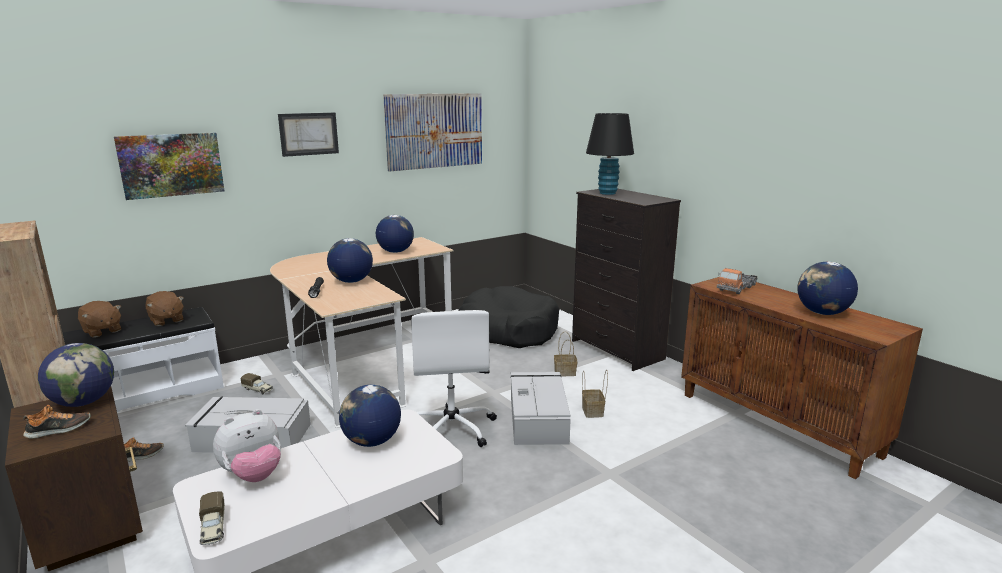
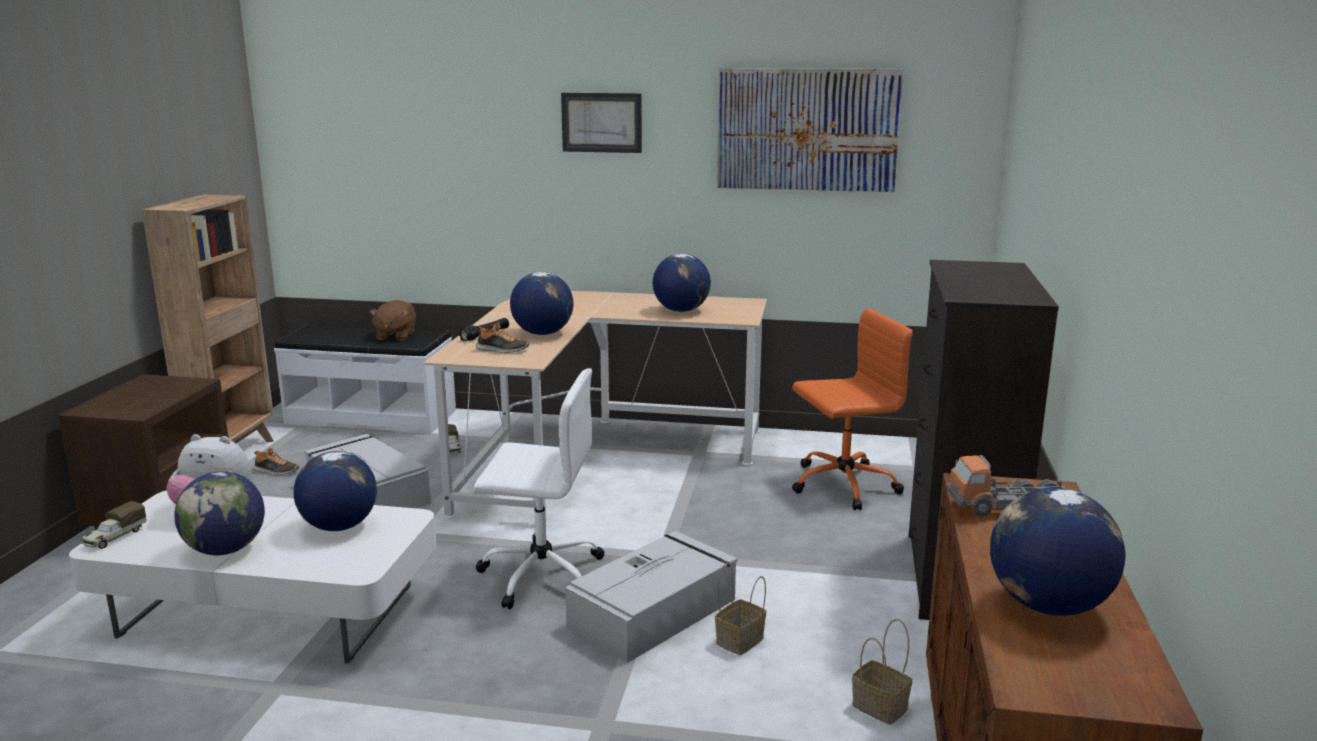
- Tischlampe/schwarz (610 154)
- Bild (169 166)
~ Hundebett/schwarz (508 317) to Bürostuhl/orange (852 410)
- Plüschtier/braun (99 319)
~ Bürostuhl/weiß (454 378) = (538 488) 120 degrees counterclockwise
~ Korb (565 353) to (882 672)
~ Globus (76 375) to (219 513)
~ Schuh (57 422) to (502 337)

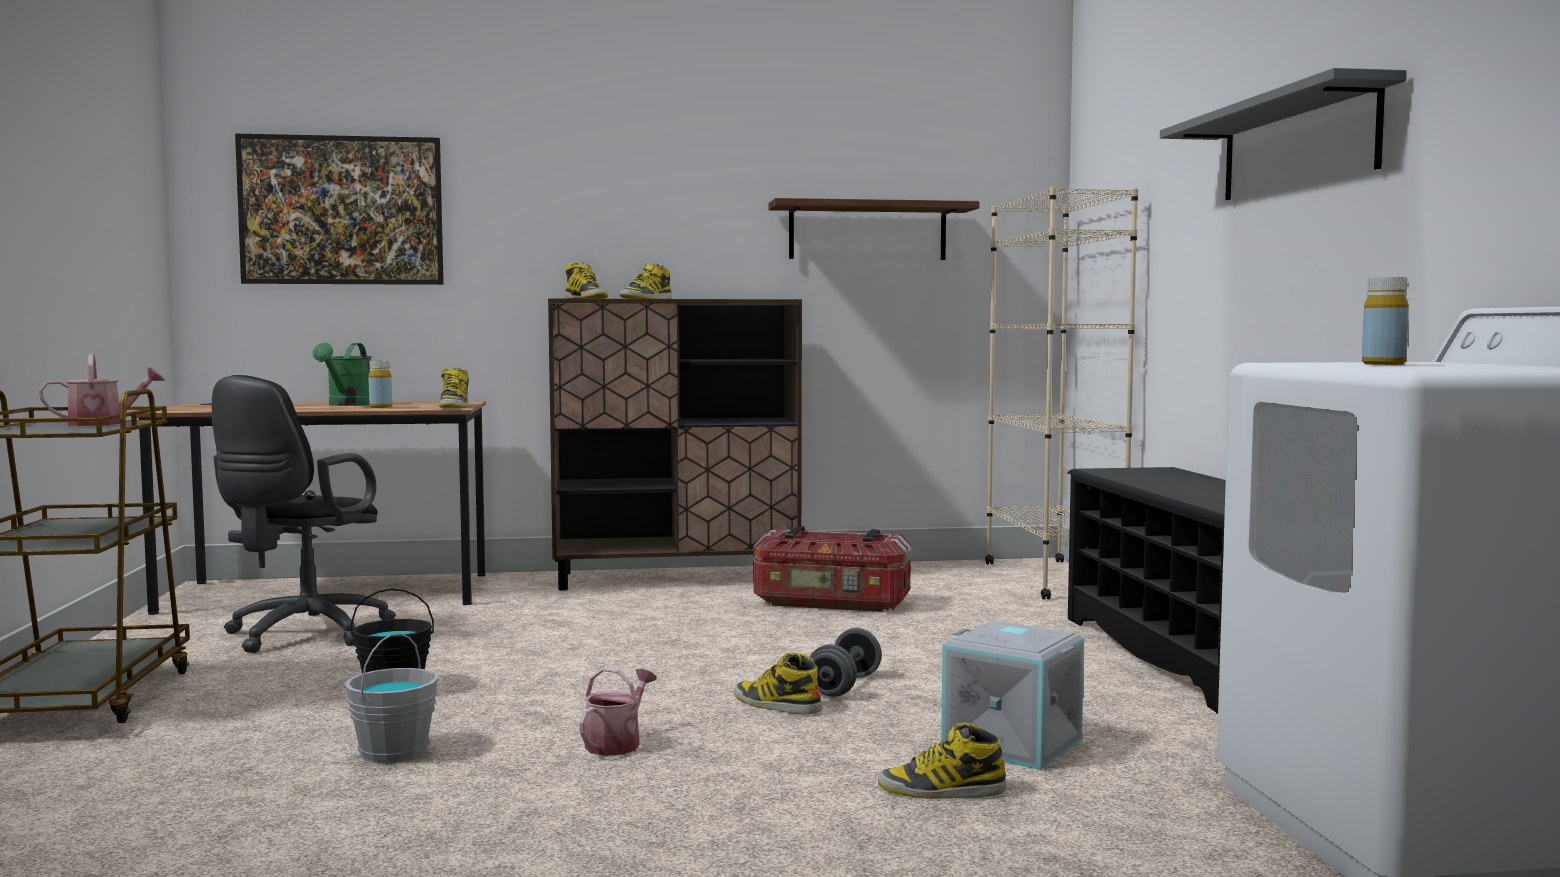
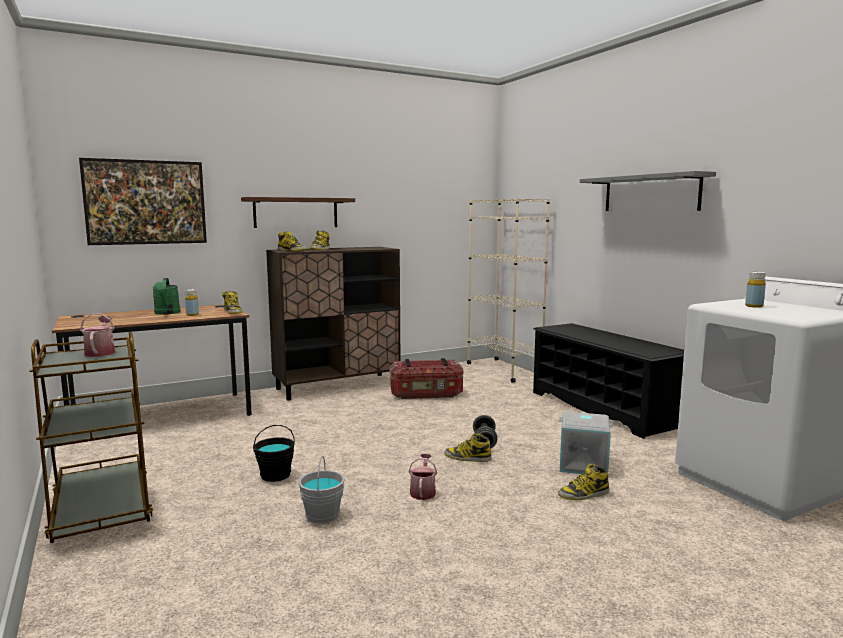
~ Wandregal (874 229) to (298 212)
~ Gießkanne (102 390) = (97 335) 60 degrees counterclockwise
- Bürostuhl/schwarz (304 514)

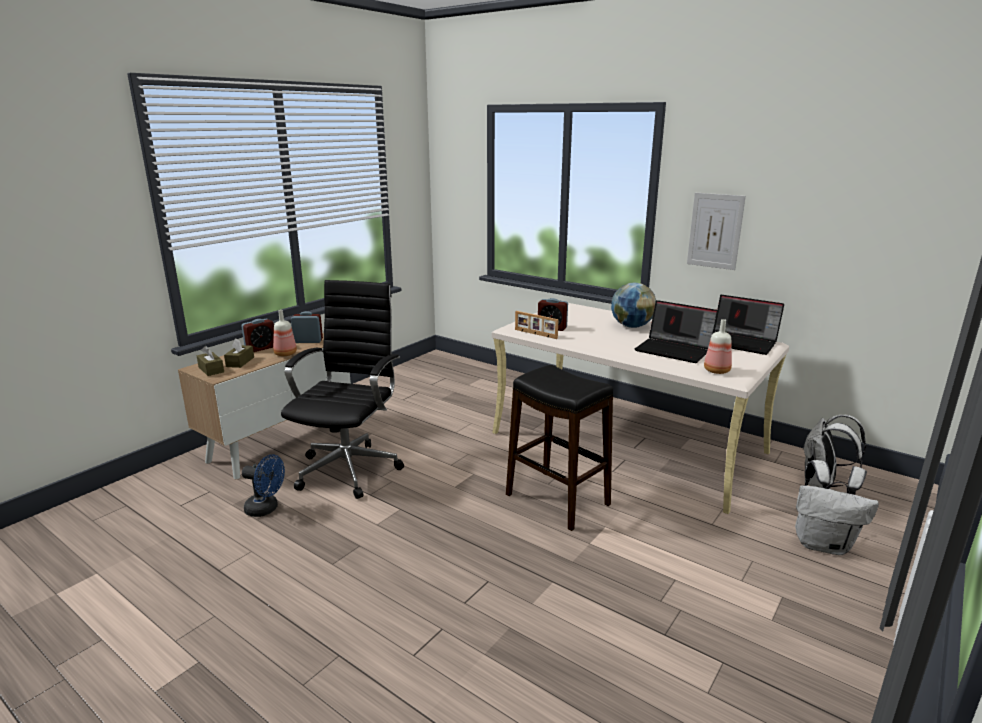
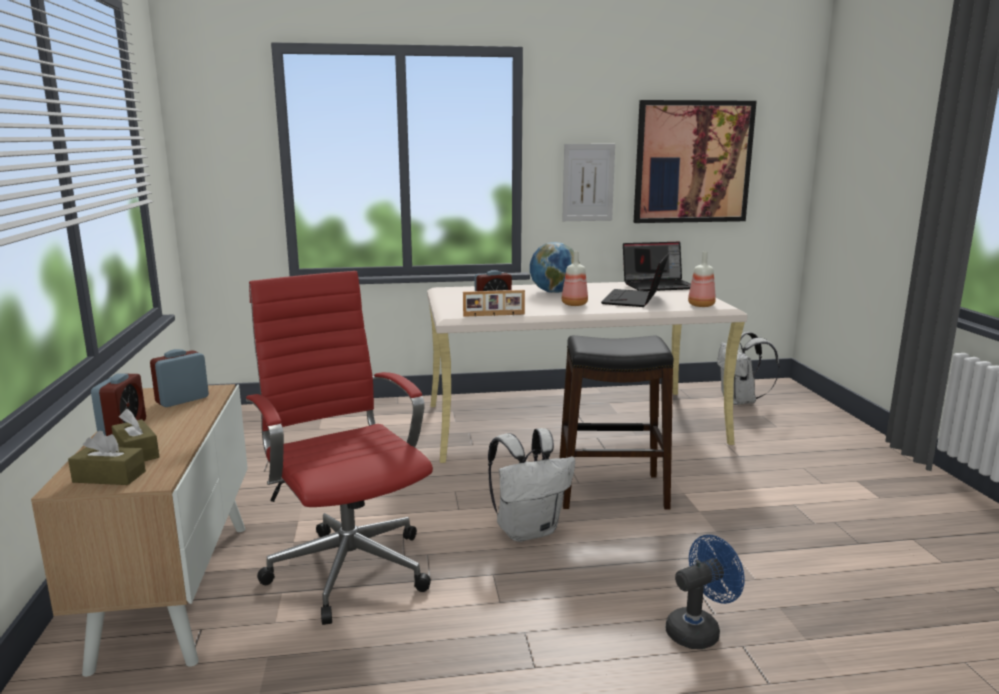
~ Bürostuhl/schwarz (342 389) to Bürostuhl/rot (339 448)
~ Laptop (676 331) = (635 280) 120 degrees clockwise
~ Flasche (285 333) to (575 278)
~ Ventilator/blau (263 486) to (705 592)
~ Rucksack/weiß (837 507) to (531 485)
+ Bild (695 161)

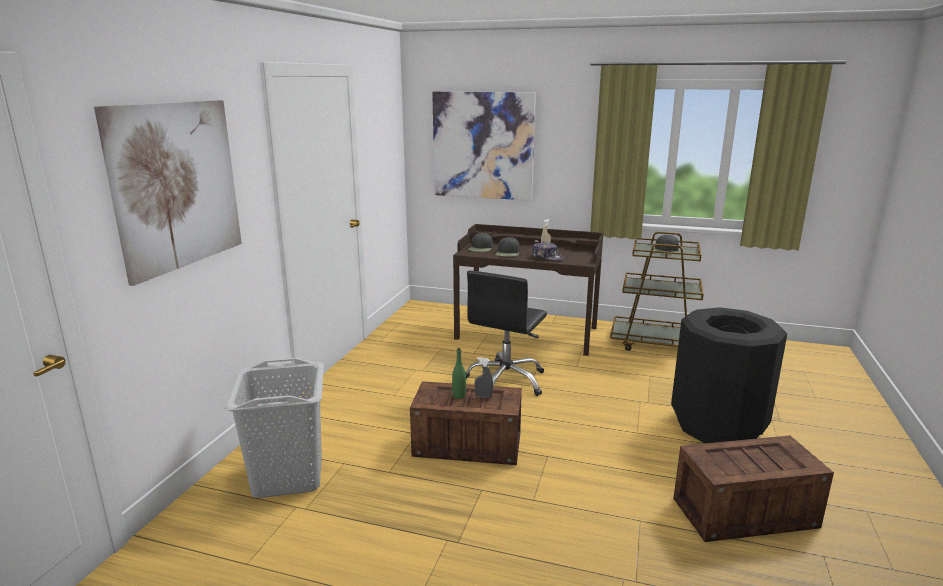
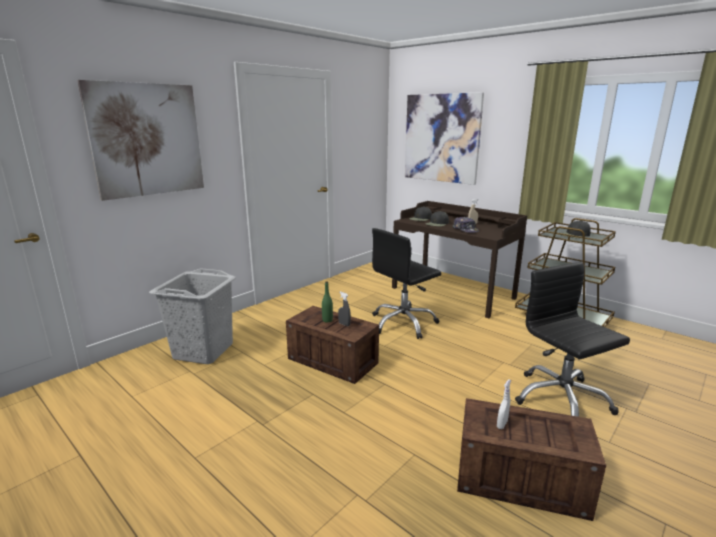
~ Mülleimer/schwarz (729 375) to Bürostuhl/schwarz (572 339)
+ Sprühflasche/weiß (504 404)

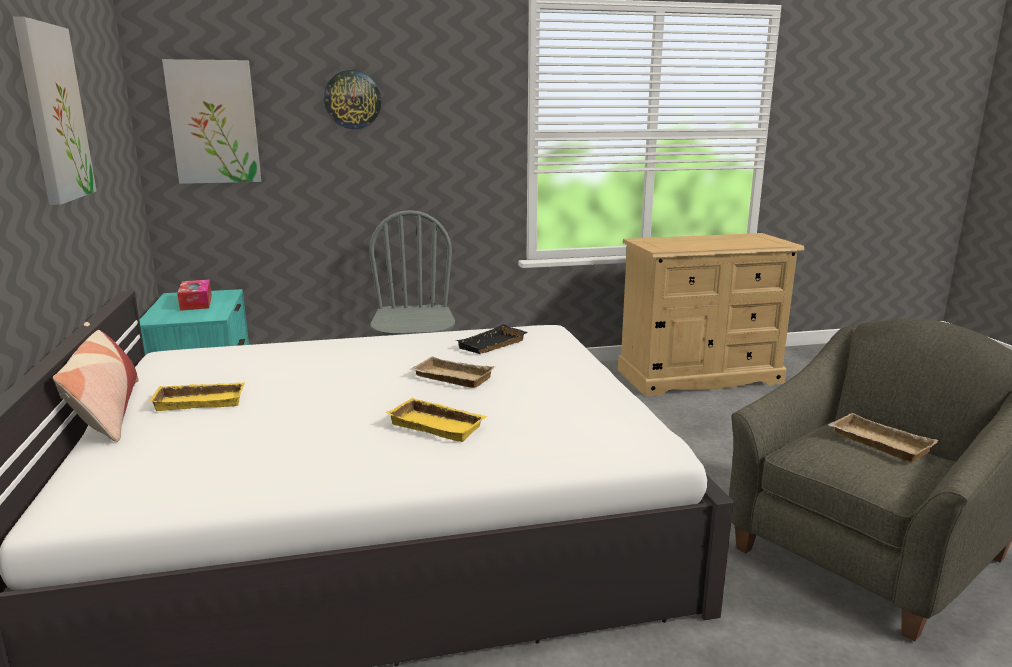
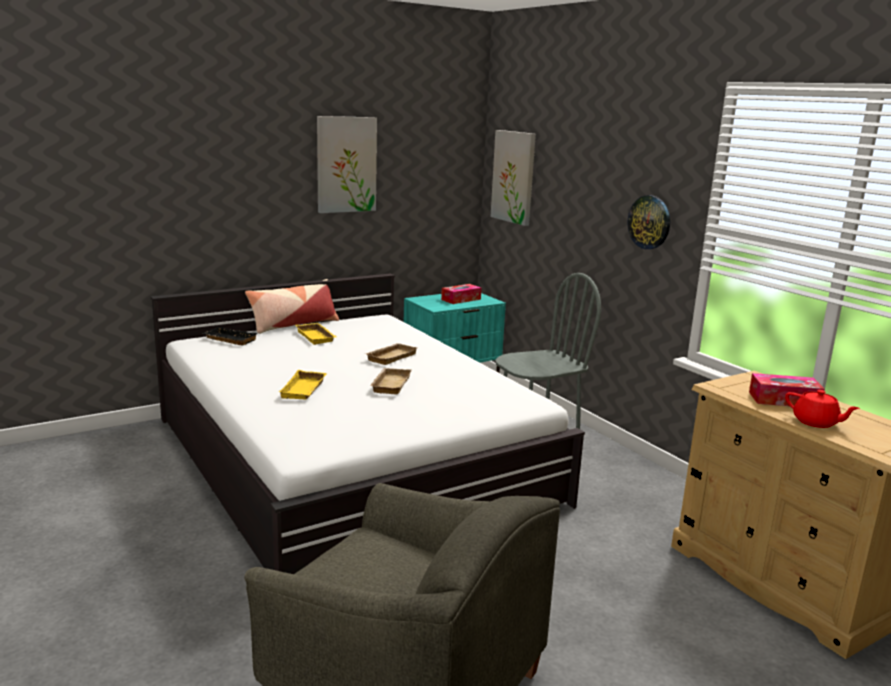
~ Wanduhr (352 99) to (649 222)
~ Tablett/schwarz (491 339) to (230 336)
~ Tablett/beige (883 437) to (392 354)
+ Taschentuchbox (787 389)
+ Teekanne/rot (822 409)

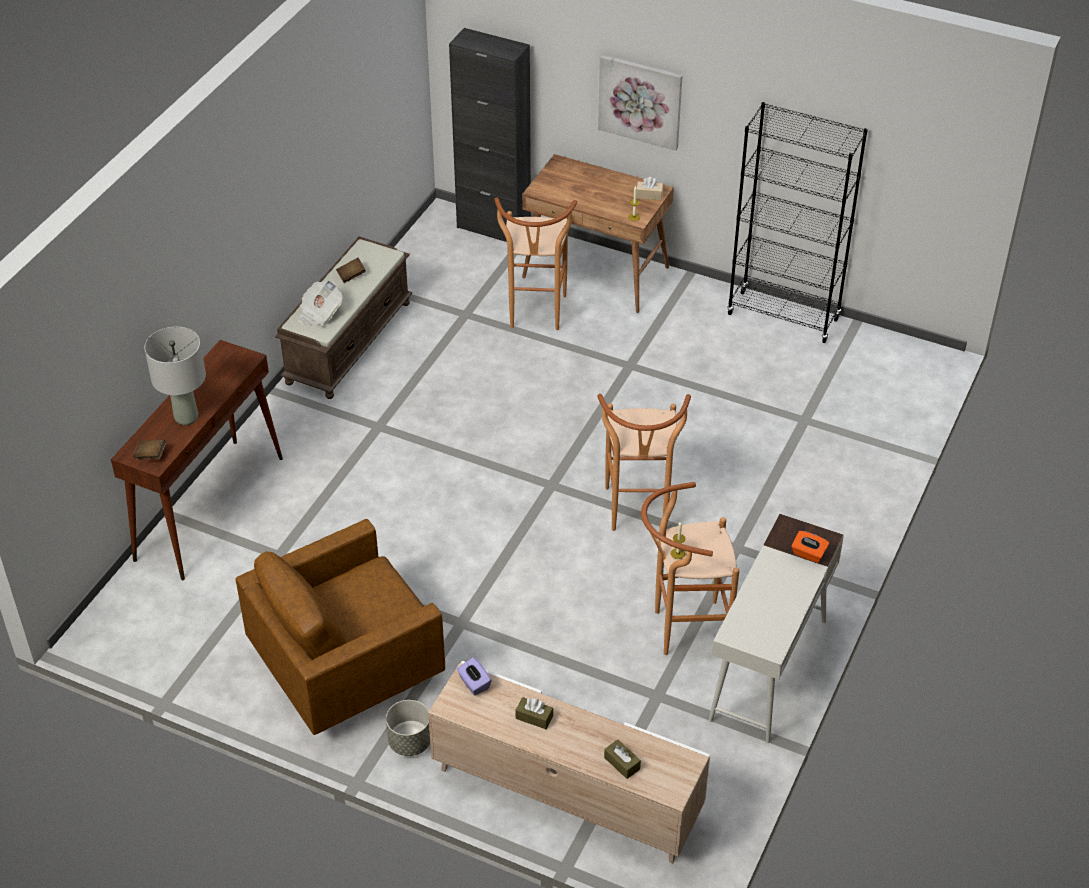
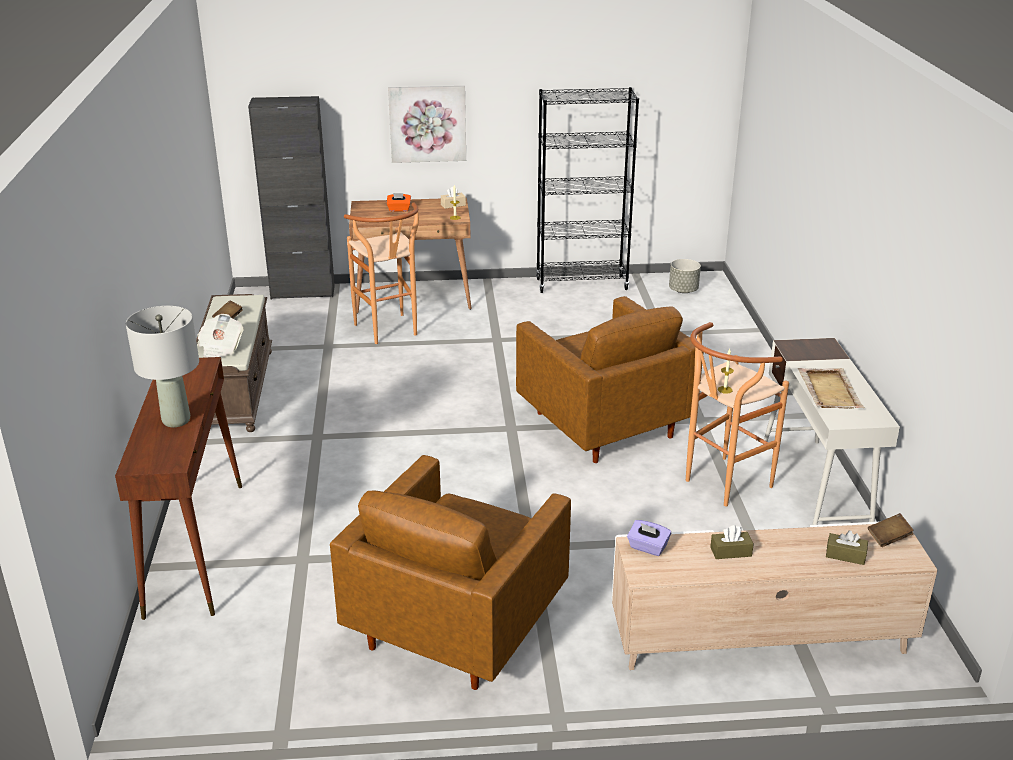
~ Hocker/braun (644 462) to Sessel/braun (609 379)
~ Buch/braun (149 450) to (891 530)
~ Taschentuchbox/orange (811 547) to (399 202)
~ Pflanzkübel/grau (408 728) to (685 276)
+ Tablett/beige (831 388)

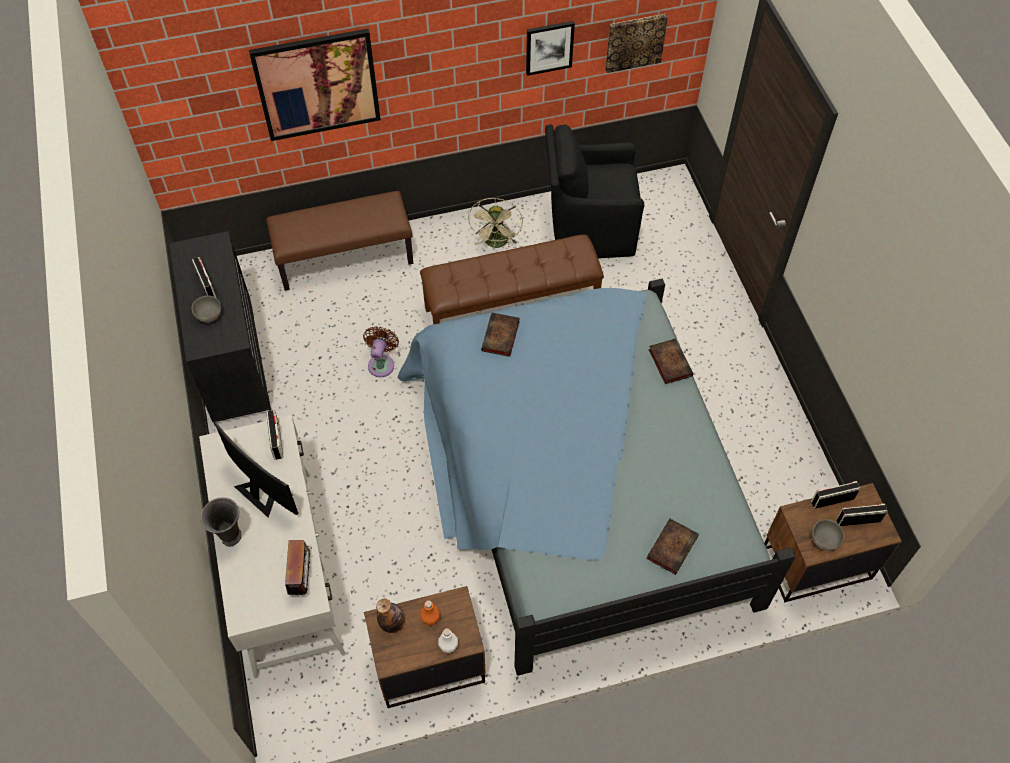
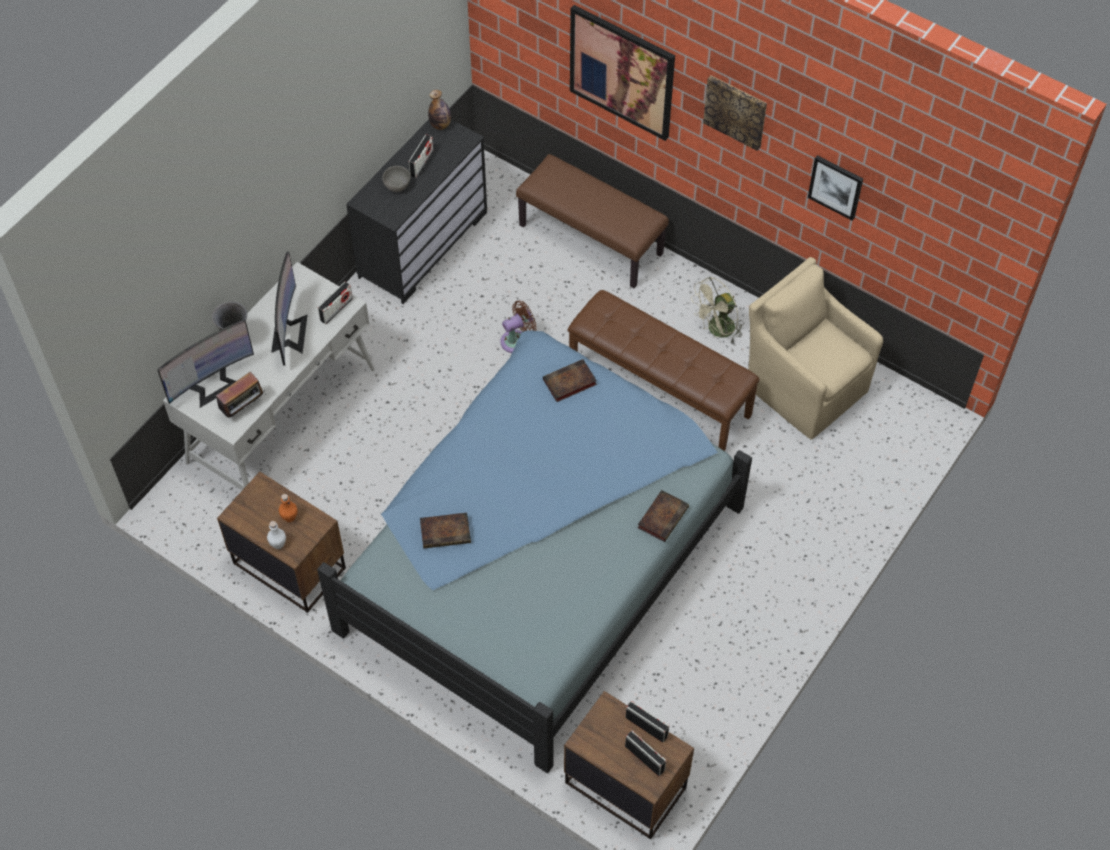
~ Bild (636 43) to (735 113)
~ Sessel/schwarz (594 191) to Sessel/beige (815 348)
~ Buch (673 547) to (445 531)
- Schüssel/grau (828 535)
~ Flasche (390 615) to (439 110)
+ Monitor (205 363)

